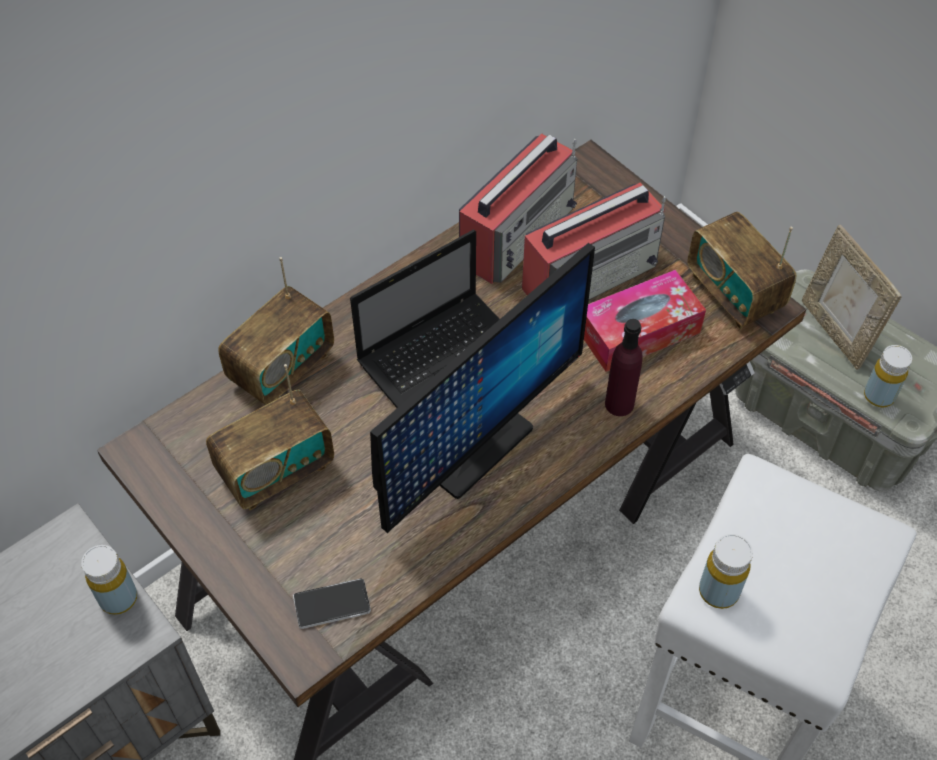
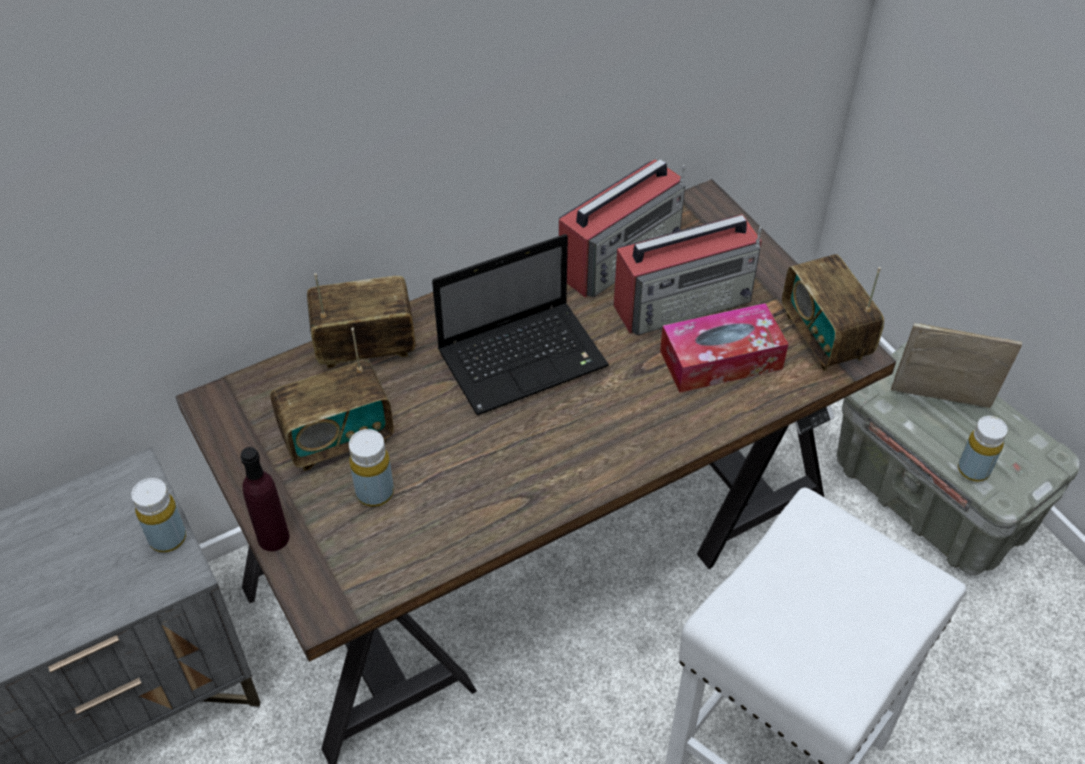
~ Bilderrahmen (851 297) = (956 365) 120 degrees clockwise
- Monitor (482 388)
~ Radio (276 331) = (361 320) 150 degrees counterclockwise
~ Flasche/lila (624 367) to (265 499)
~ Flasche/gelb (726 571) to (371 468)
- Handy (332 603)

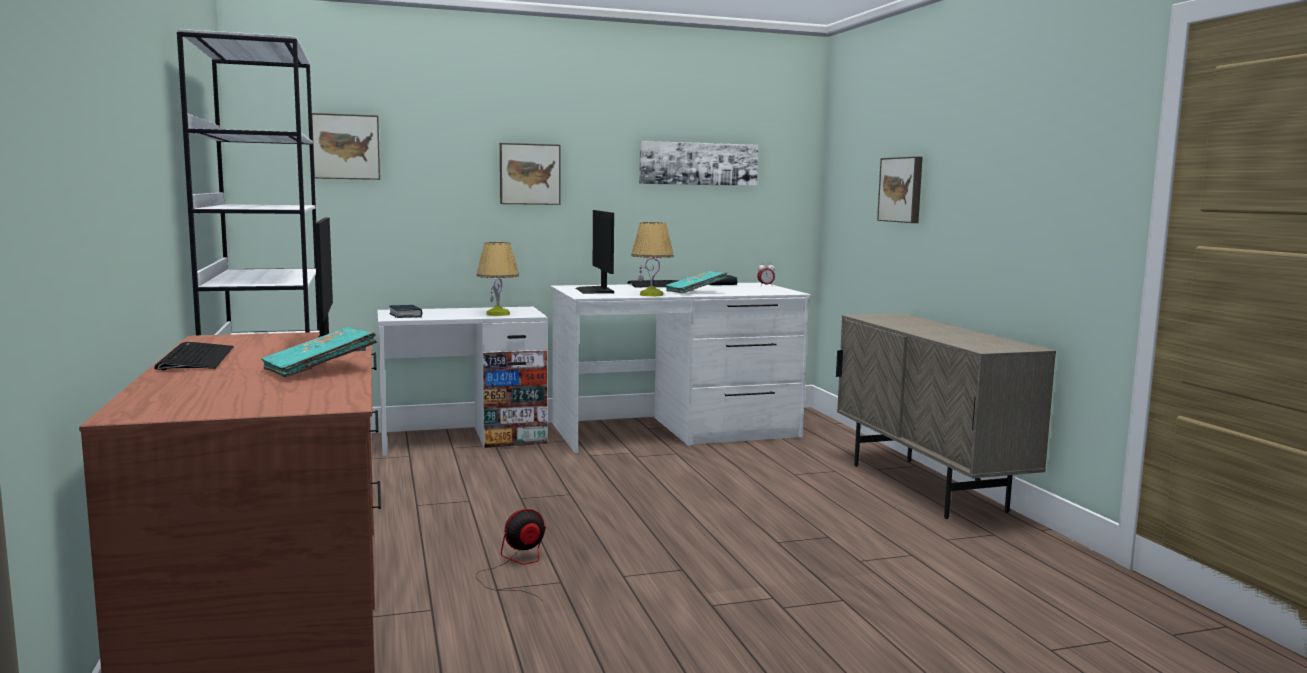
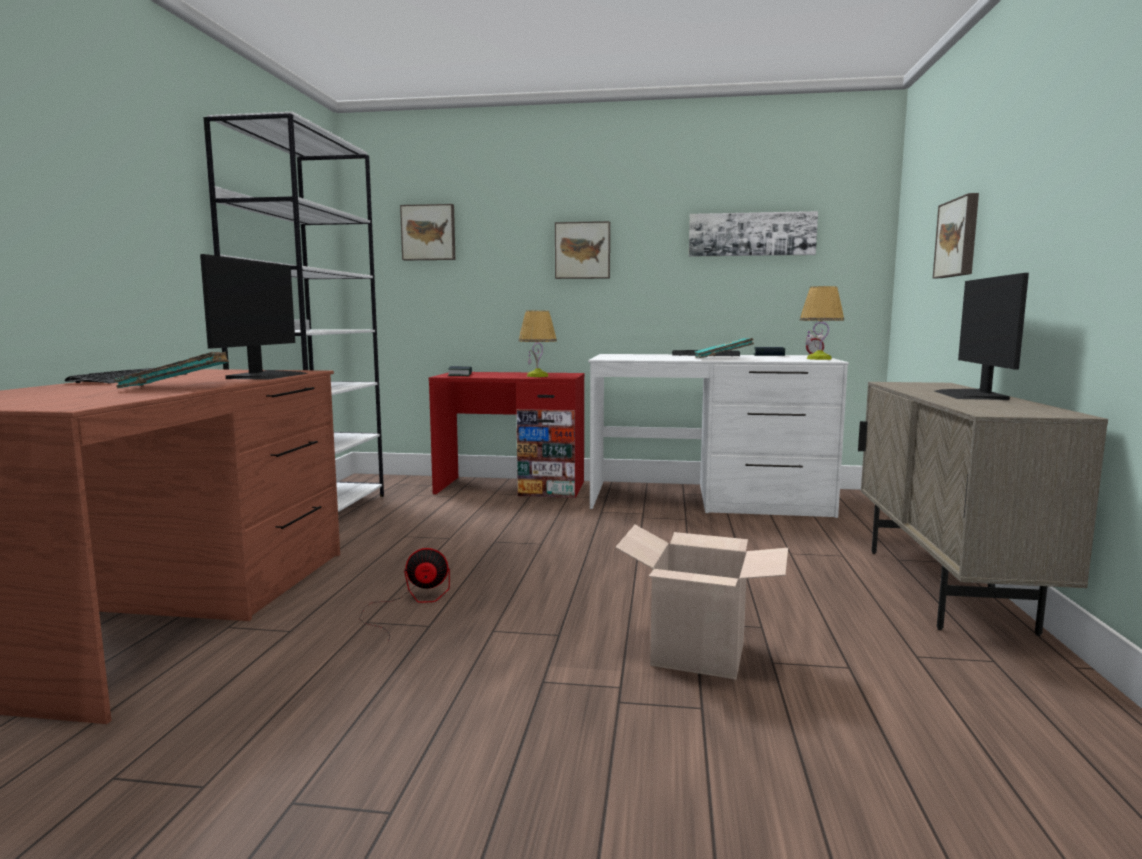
~ Monitor (594 252) to (982 336)
~ Tischlampe (652 259) to (822 323)
~ Schreibtisch/weiß (462 381) to Schreibtisch/rot (507 435)
+ Karton (701 602)

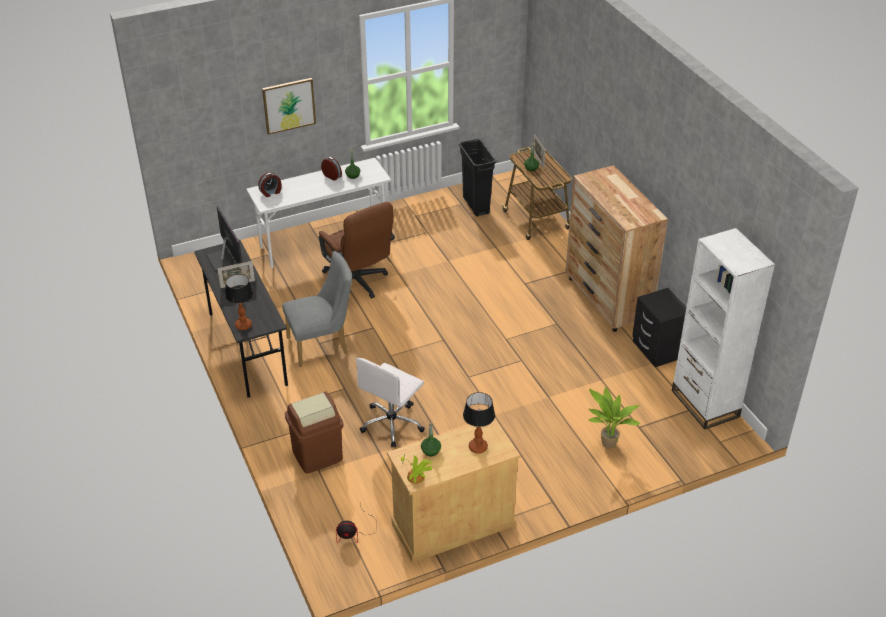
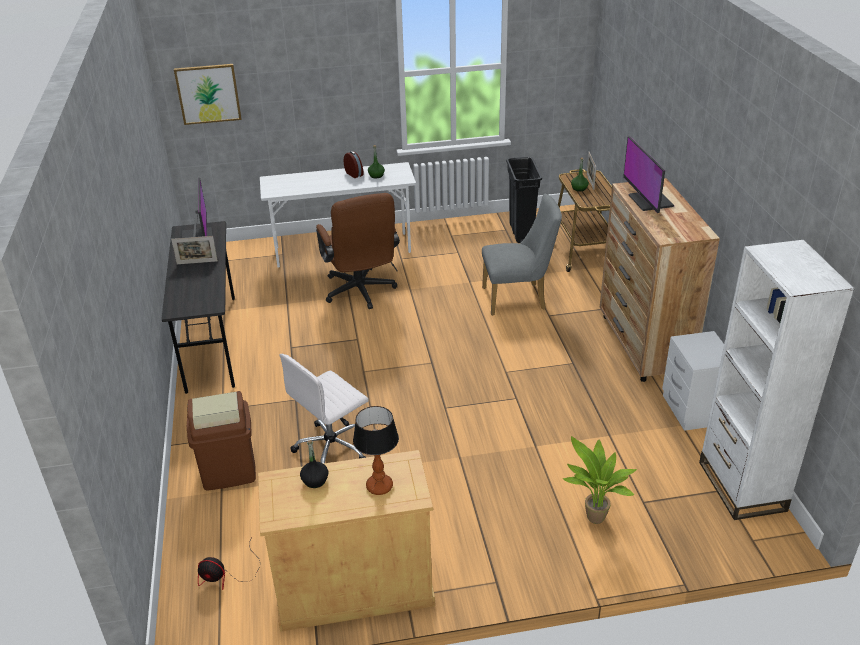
~ Bild (289 106) to (208 94)
- Wecker (270 184)
~ Stuhl/grau (317 309) to (522 255)
- Tischlampe (239 302)
~ Nachttisch/schwarz (659 327) to Nachttisch/weiß (693 381)
~ Flasche/grün (431 439) to Flasche/schwarz (314 464)
- Topfpflanze (417 467)
+ Monitor (648 174)

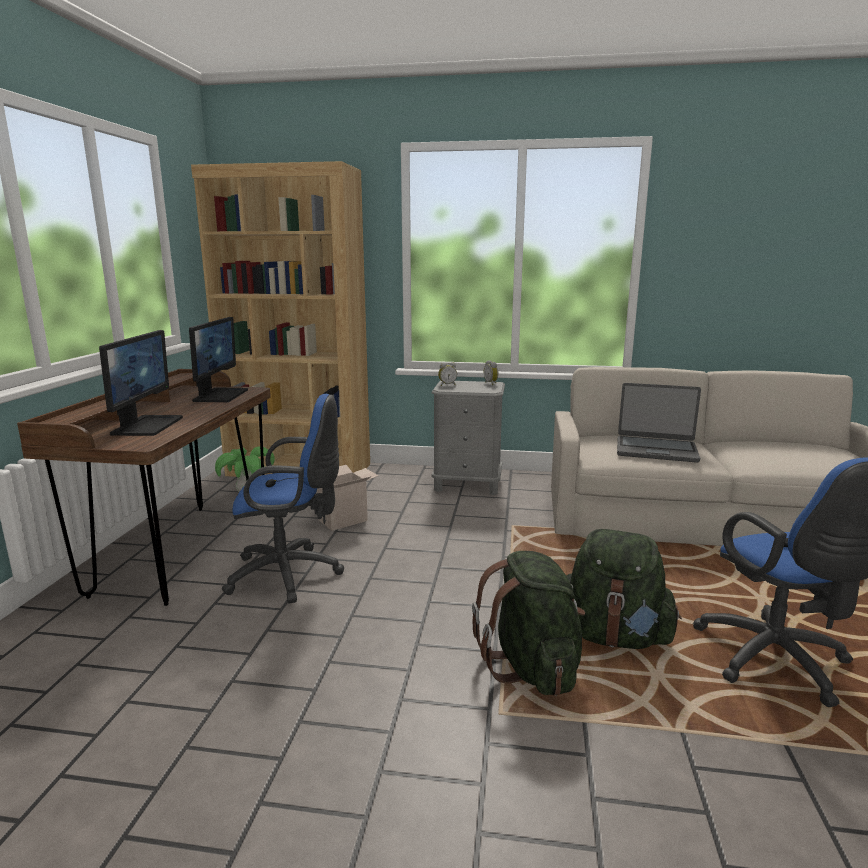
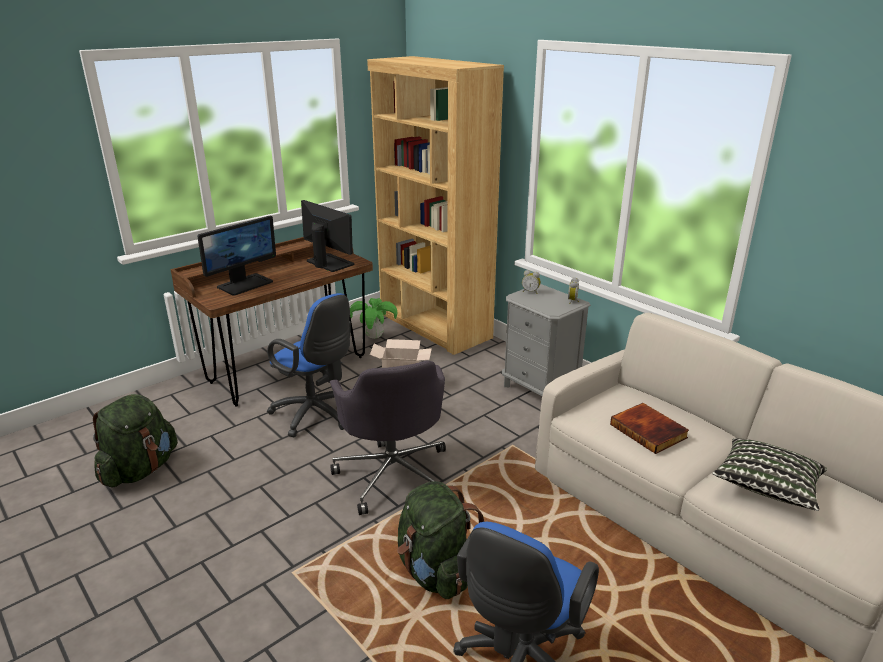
~ Monitor (218 359) = (327 236) 90 degrees counterclockwise
~ Laptop (659 423) to Buch (649 428)
~ Rucksack/grün (528 623) to (135 440)
+ Bürostuhl/grau (388 438)
+ Kissen (769 474)

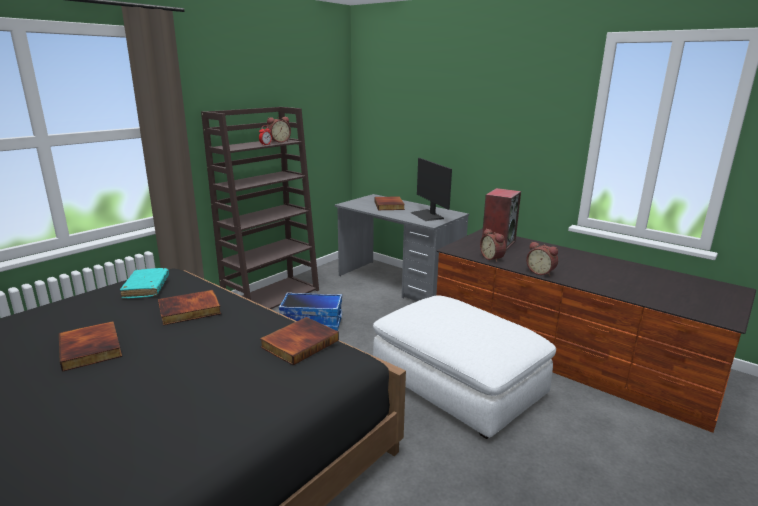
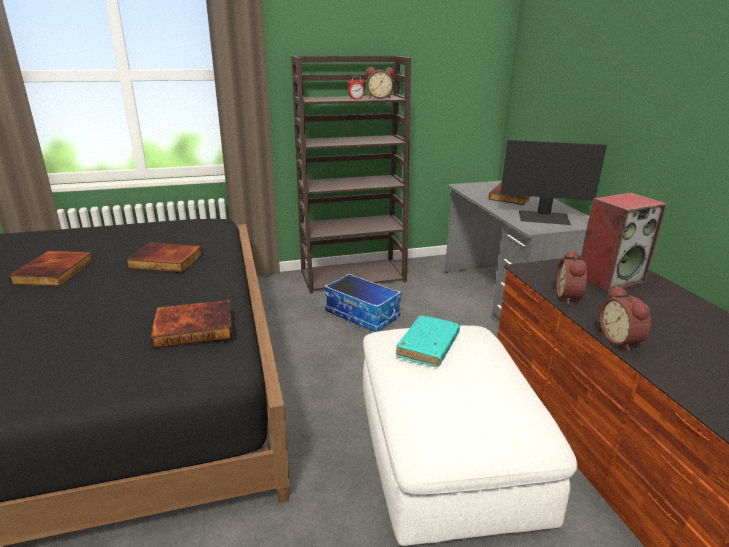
~ Monitor (431 189) = (553 182) 90 degrees counterclockwise
~ Buch/türkis (144 283) to (428 341)

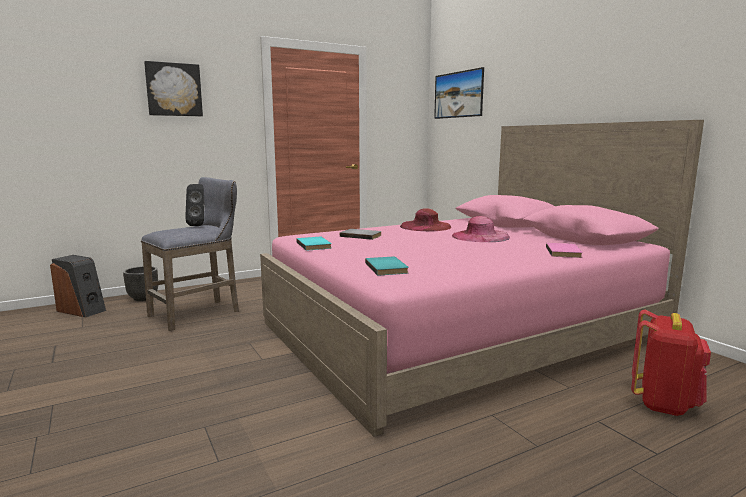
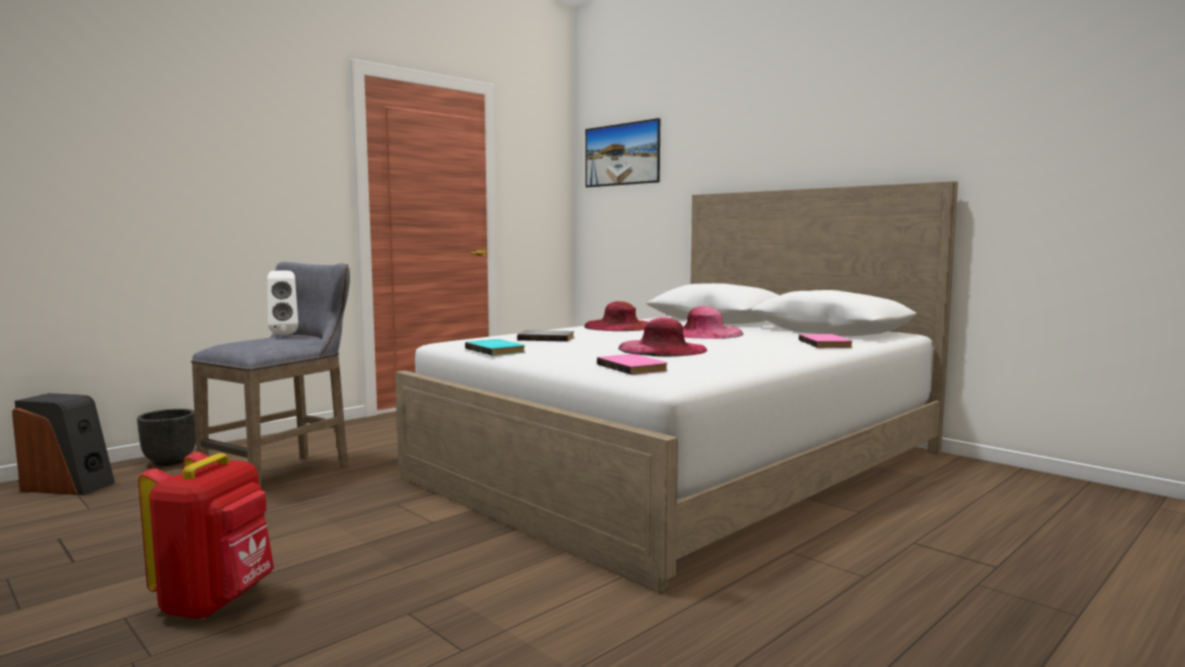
- Bild (173 88)
~ Bett/rosa (482 278) to Bett/weiß (676 387)
~ Lautsprecher/schwarz (194 205) to Lautsprecher/weiß (282 303)
~ Buch/türkis (387 266) to Buch/rosa (632 364)
~ Rucksack/rot (671 363) to (206 535)
+ Hut/rosa (662 336)

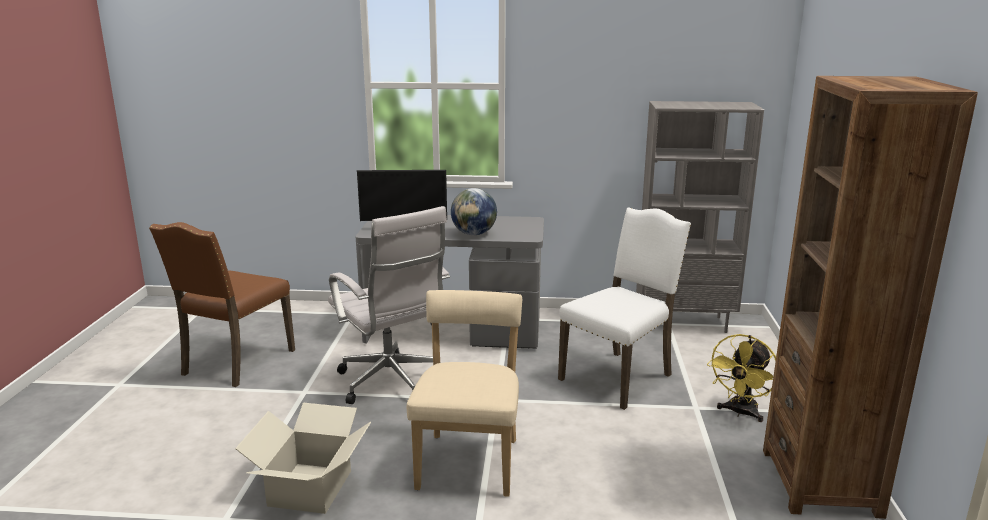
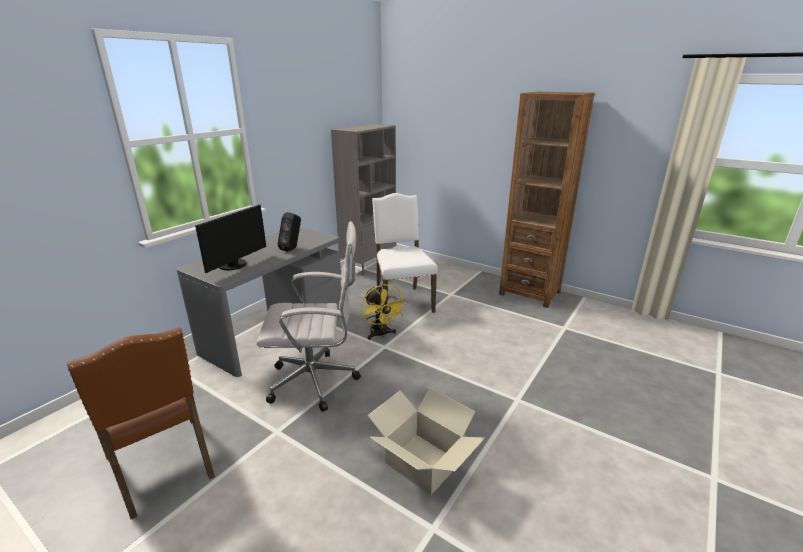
~ Globus (474 211) to Lautsprecher/schwarz (289 232)
- Stuhl/beige (464 393)
~ Ventilator/gelb (741 378) to (383 312)

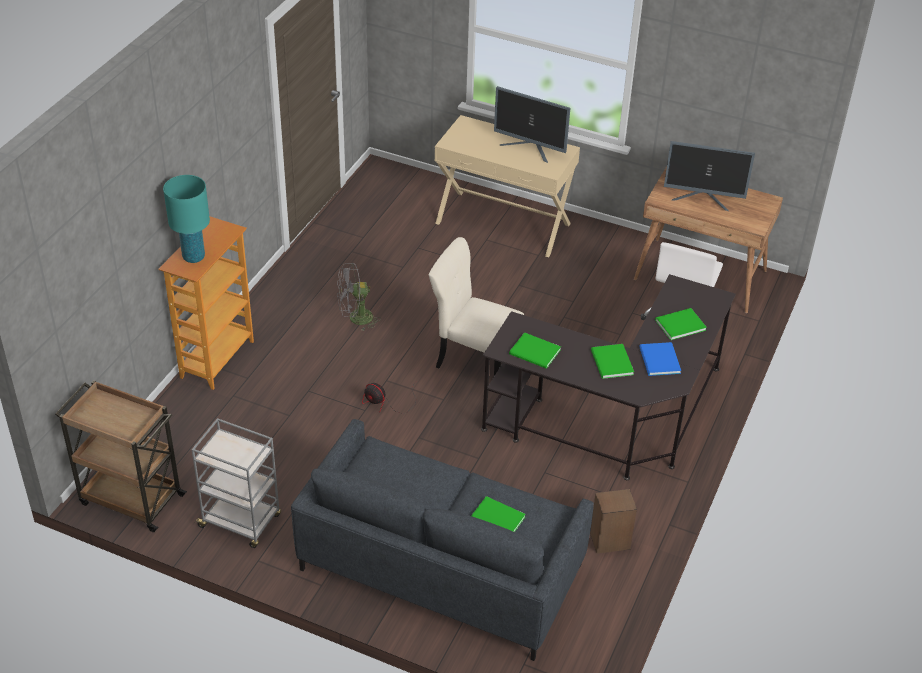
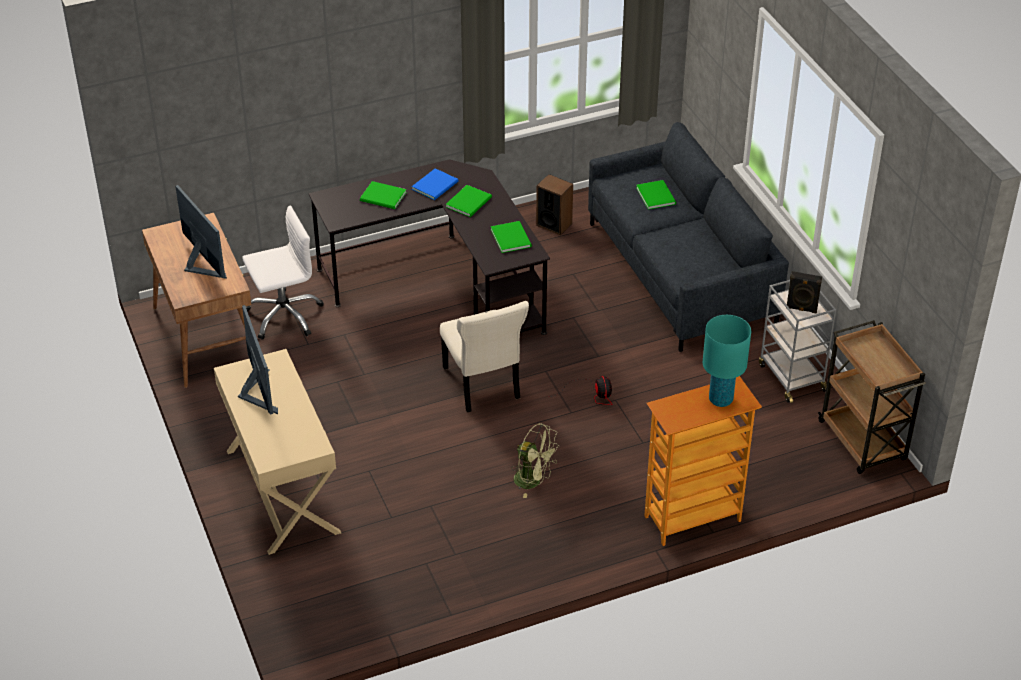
~ Ventilator/grau (359 297) to Ventilator/grün (535 460)
+ Lautsprecher/schwarz (804 292)

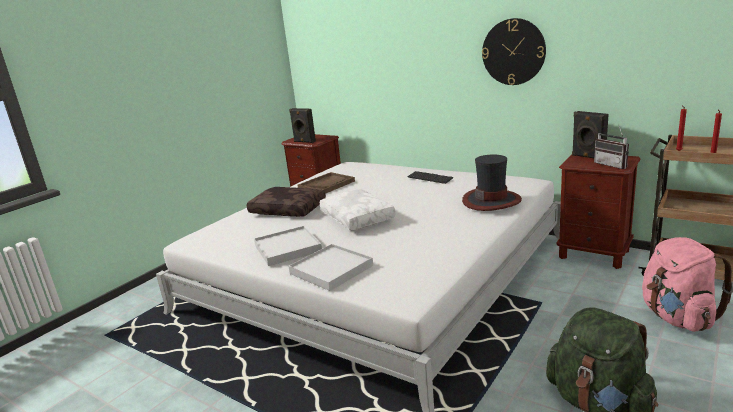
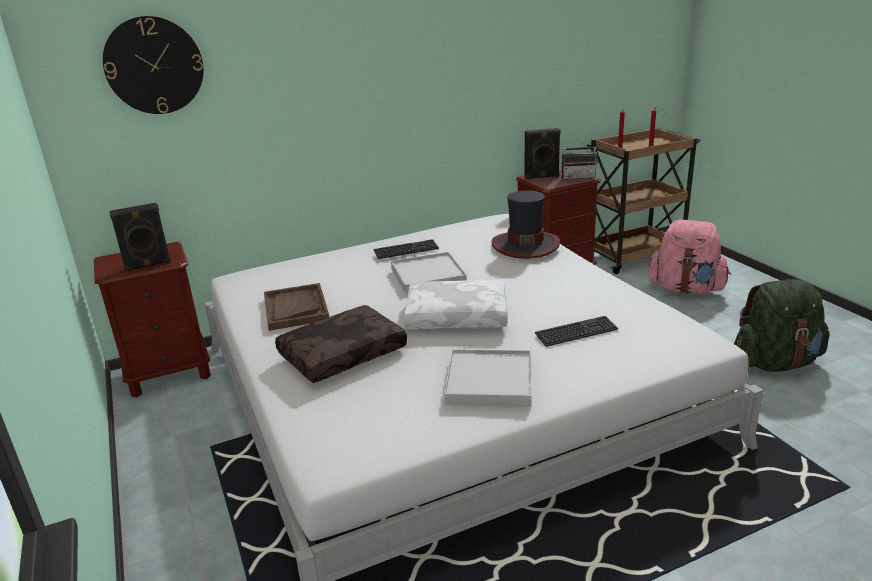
~ Wanduhr (514 51) to (153 65)
~ Tablett/weiß (331 267) to (429 273)
+ Tastatur (576 331)

